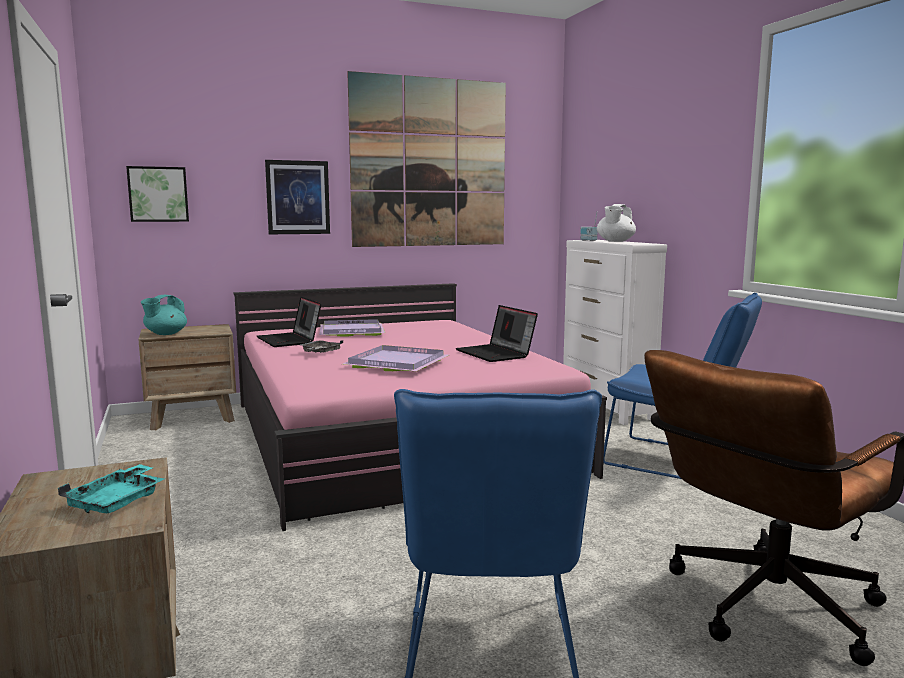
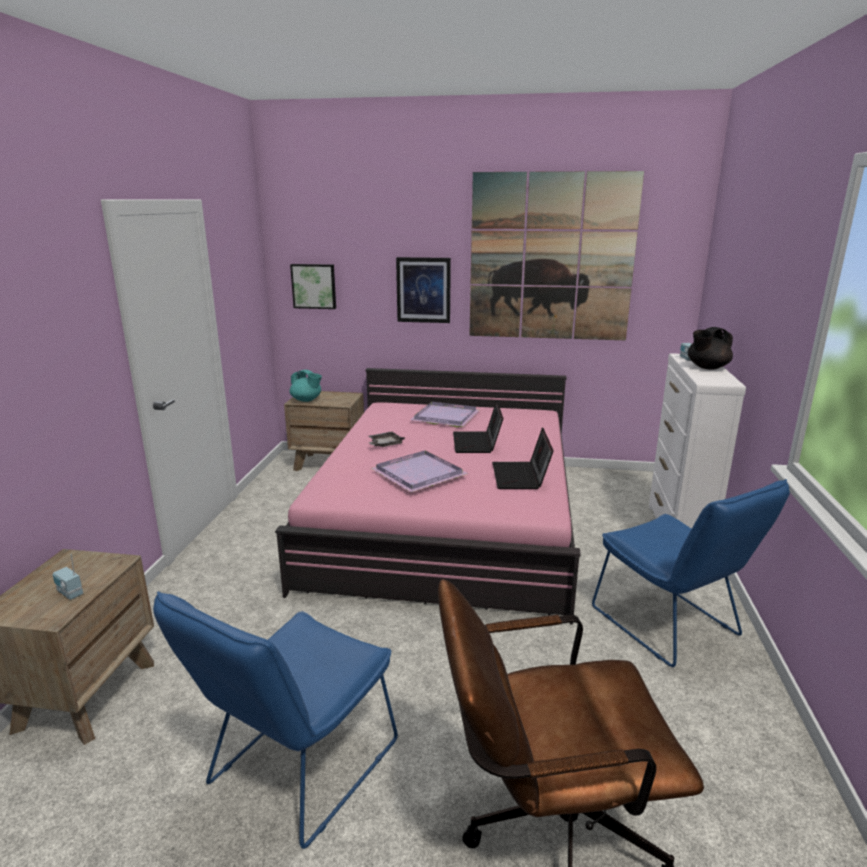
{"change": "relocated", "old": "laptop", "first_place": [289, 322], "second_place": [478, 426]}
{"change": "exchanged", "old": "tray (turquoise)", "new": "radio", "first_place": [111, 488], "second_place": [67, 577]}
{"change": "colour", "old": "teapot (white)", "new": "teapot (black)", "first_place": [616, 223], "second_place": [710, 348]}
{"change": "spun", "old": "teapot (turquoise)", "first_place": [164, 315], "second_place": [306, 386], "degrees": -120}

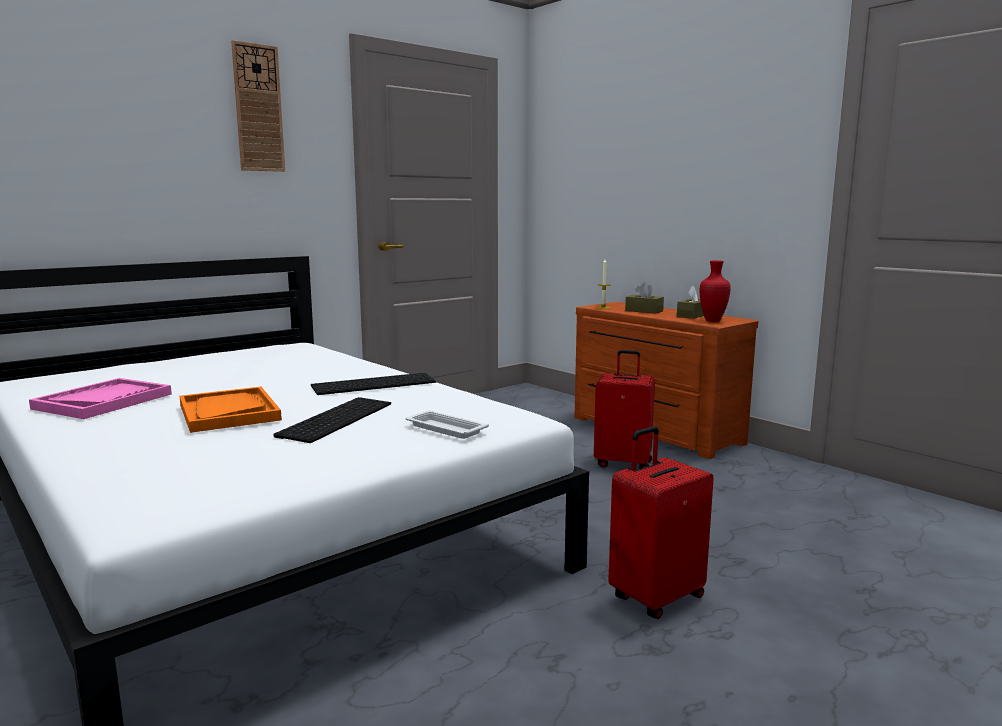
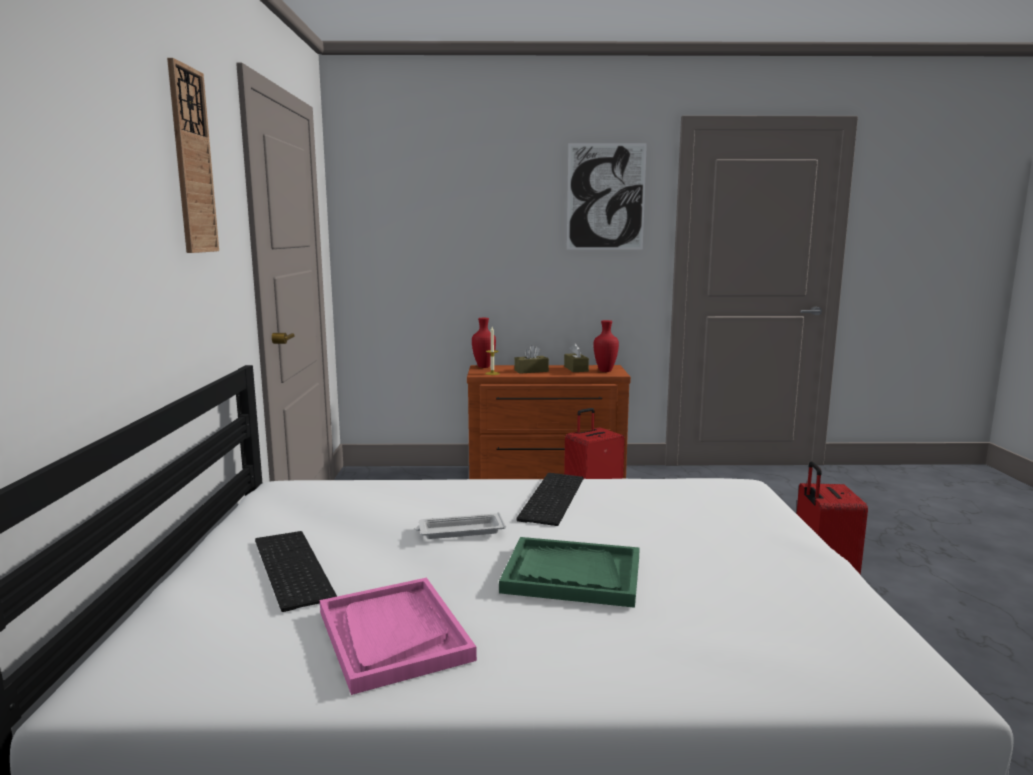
{"change": "appeared", "new": "vase (red)", "second_place": [484, 343]}
{"change": "appeared", "new": "picture", "second_place": [607, 196]}
{"change": "relocated", "old": "keyboard", "first_place": [332, 420], "second_place": [296, 571]}
{"change": "relocated", "old": "tray (white)", "first_place": [447, 425], "second_place": [460, 525]}
{"change": "colour", "old": "tray (orange)", "new": "tray (green)", "first_place": [230, 410], "second_place": [569, 572]}

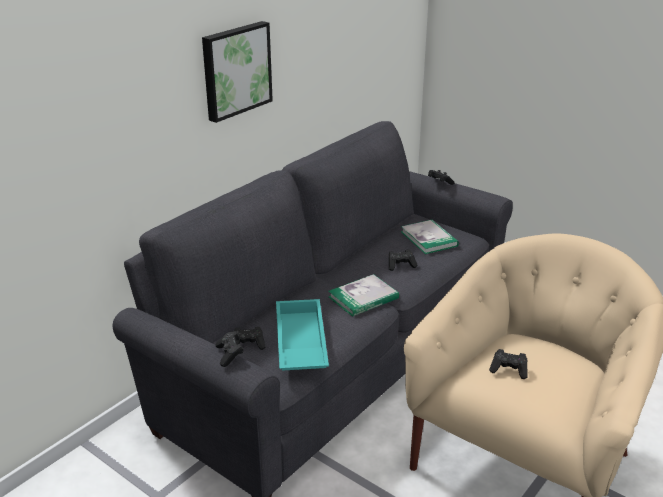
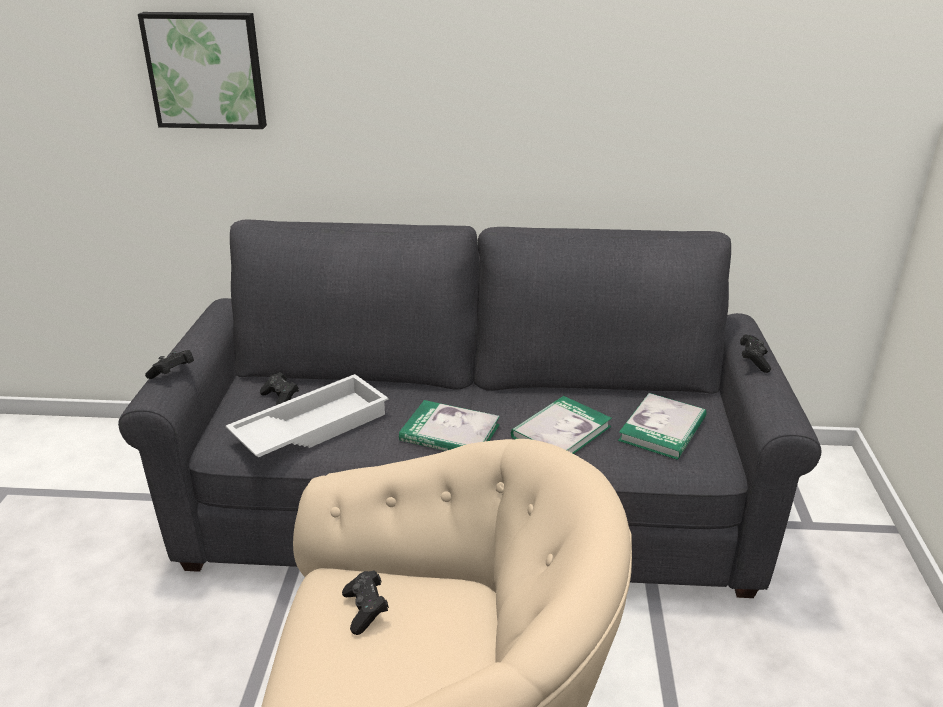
{"change": "relocated", "old": "picture", "first_place": [237, 72], "second_place": [202, 70]}
{"change": "exchanged", "old": "game controller (black)", "new": "book", "first_place": [403, 260], "second_place": [561, 425]}
{"change": "colour", "old": "tray (turquoise)", "new": "tray (white)", "first_place": [302, 335], "second_place": [307, 415]}

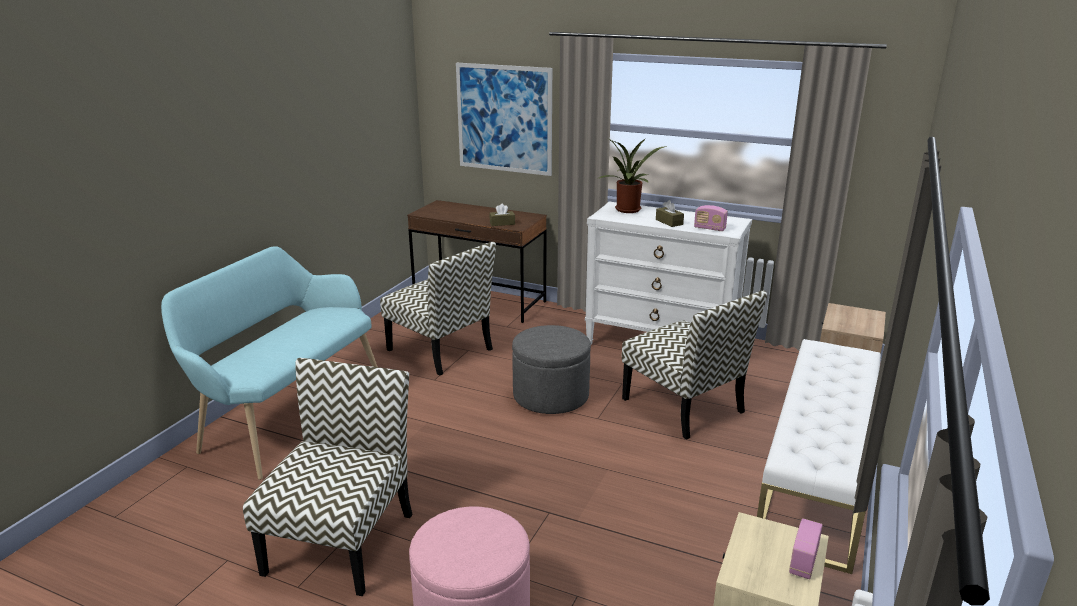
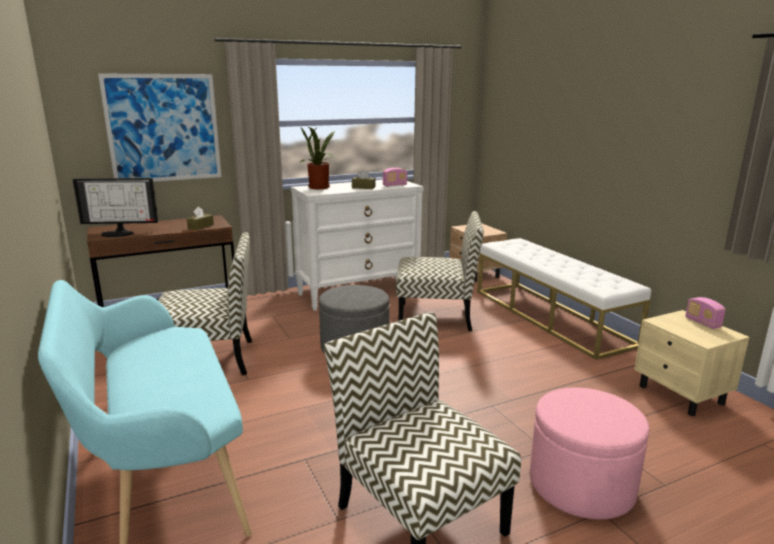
{"change": "appeared", "new": "monitor", "second_place": [115, 207]}

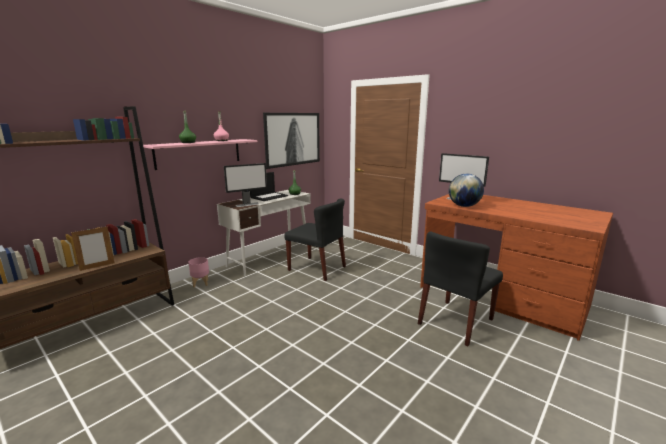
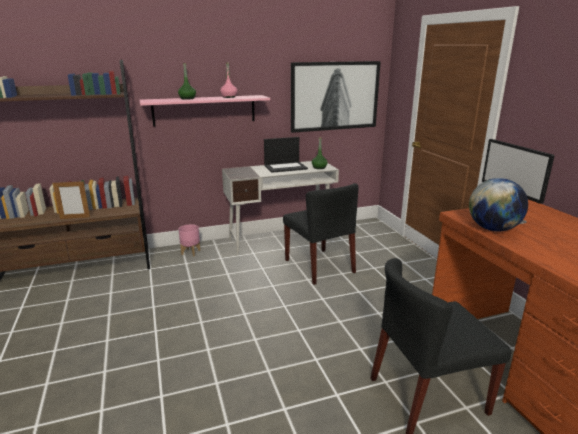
{"change": "missing", "old": "monitor", "first_place": [245, 185]}

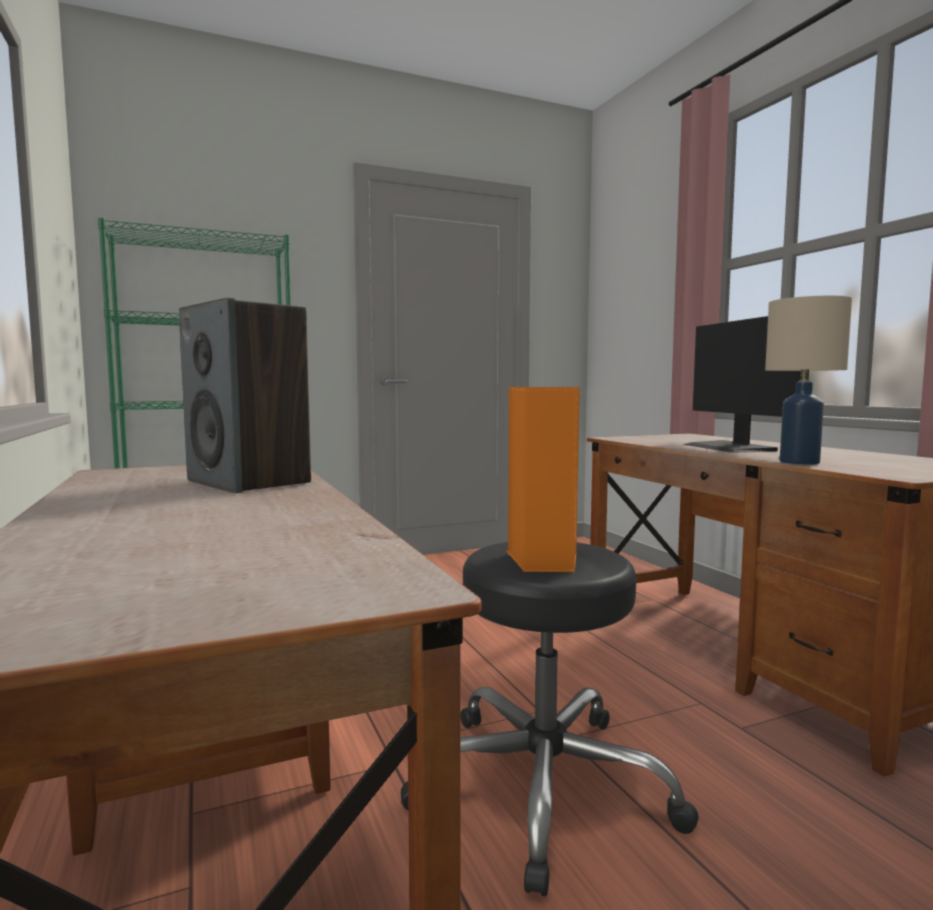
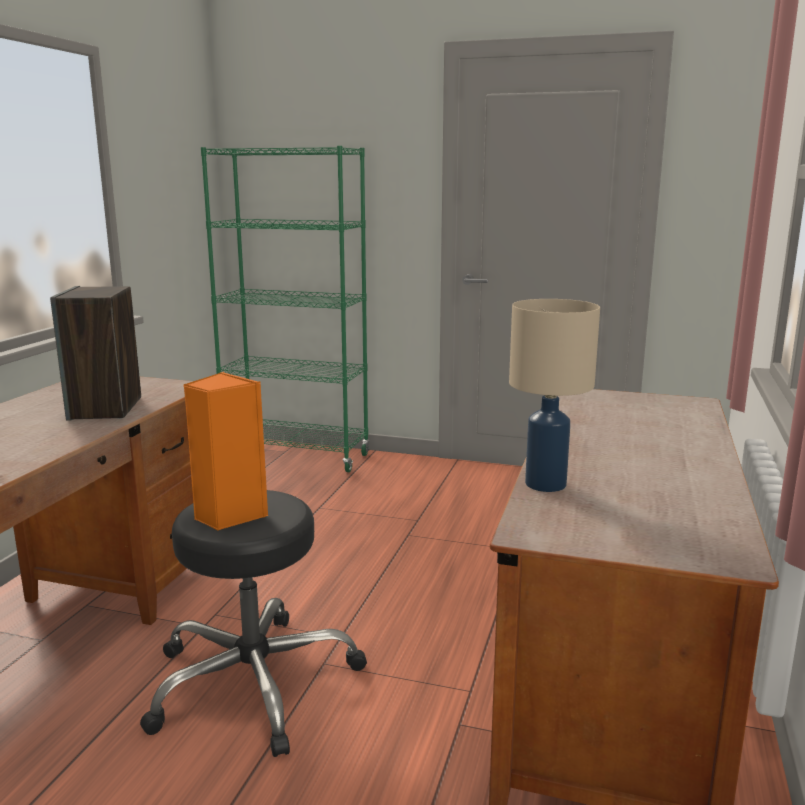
{"change": "missing", "old": "monitor", "first_place": [742, 384]}

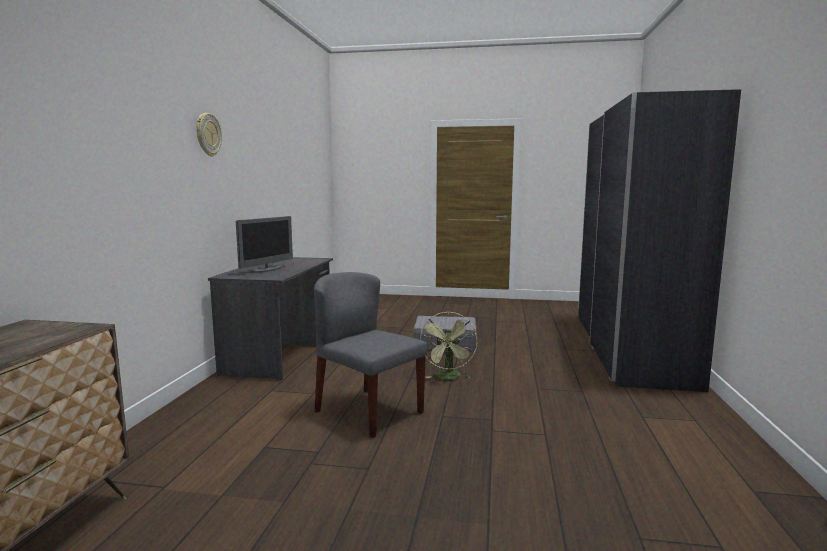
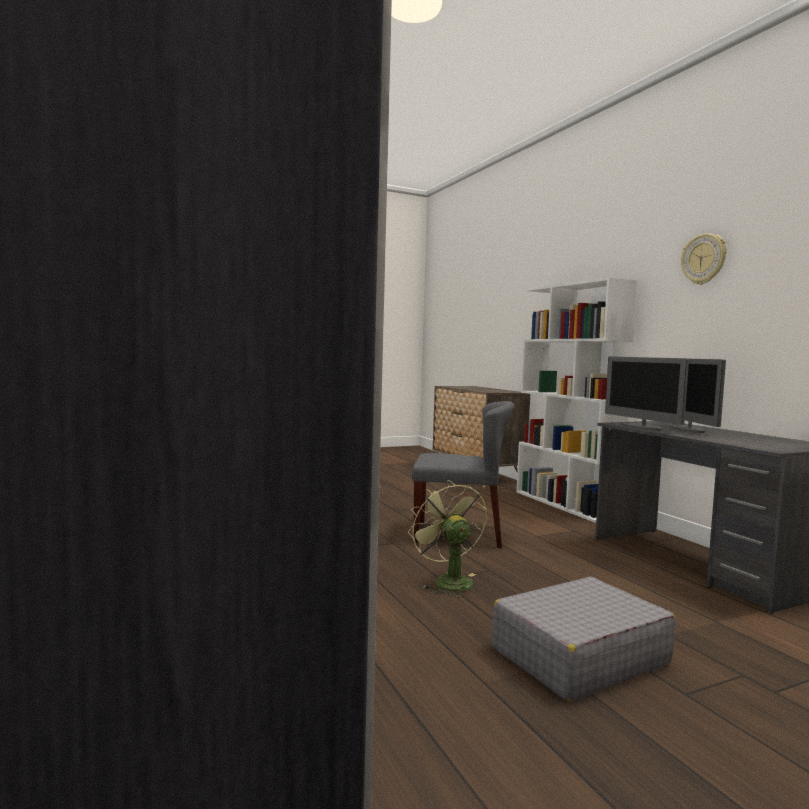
{"change": "appeared", "new": "bookcase (white)", "second_place": [576, 400]}
{"change": "appeared", "new": "monitor", "second_place": [647, 393]}

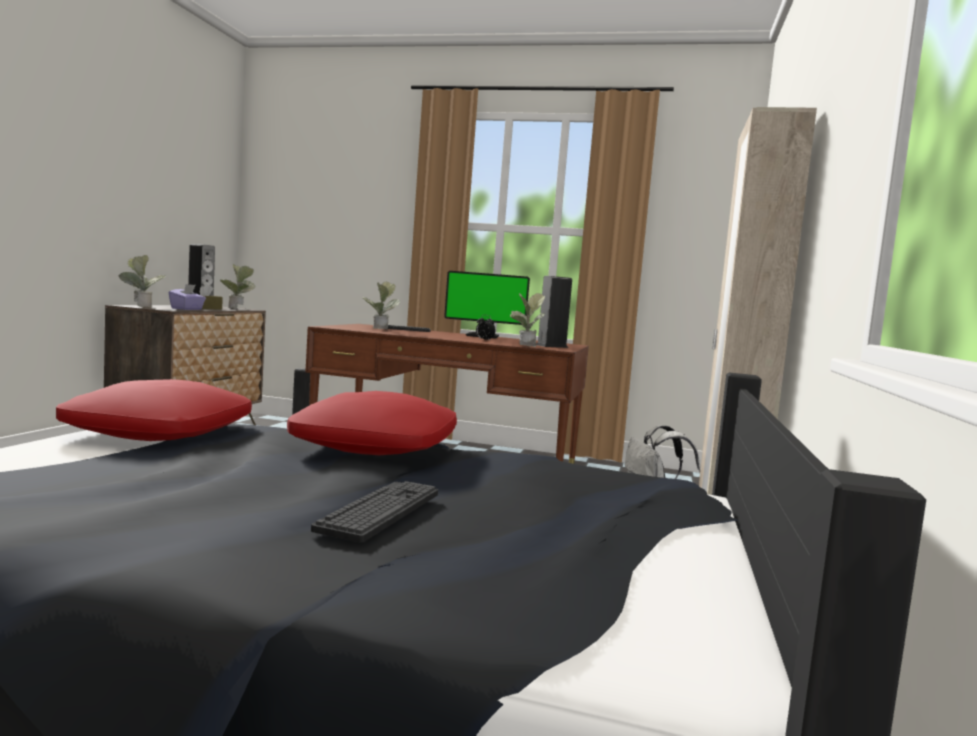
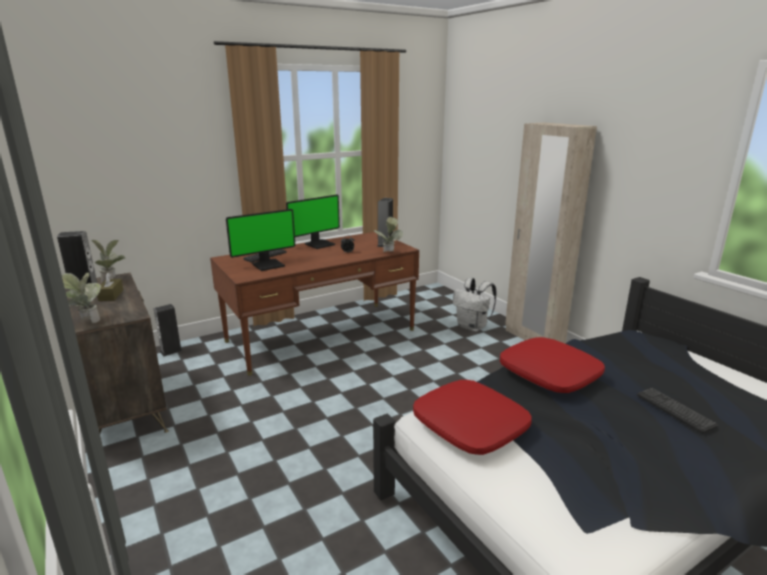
{"change": "missing", "old": "tissue box (purple)", "first_place": [187, 297]}
{"change": "exchanged", "old": "potted plant", "new": "monitor", "first_place": [381, 306], "second_place": [260, 240]}

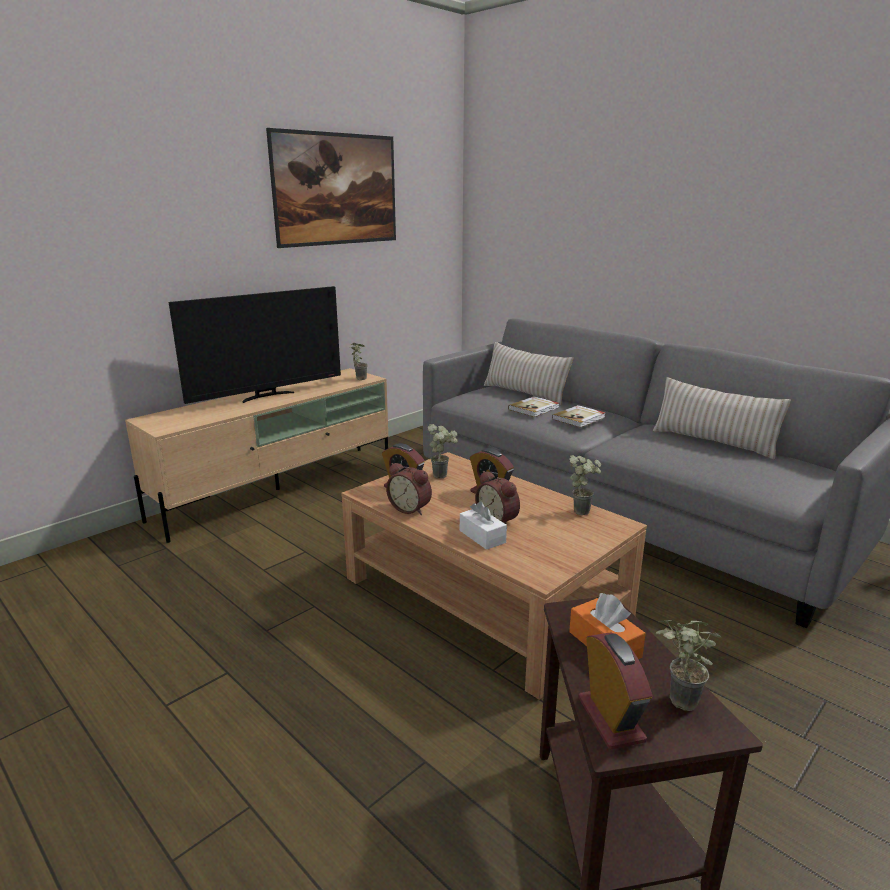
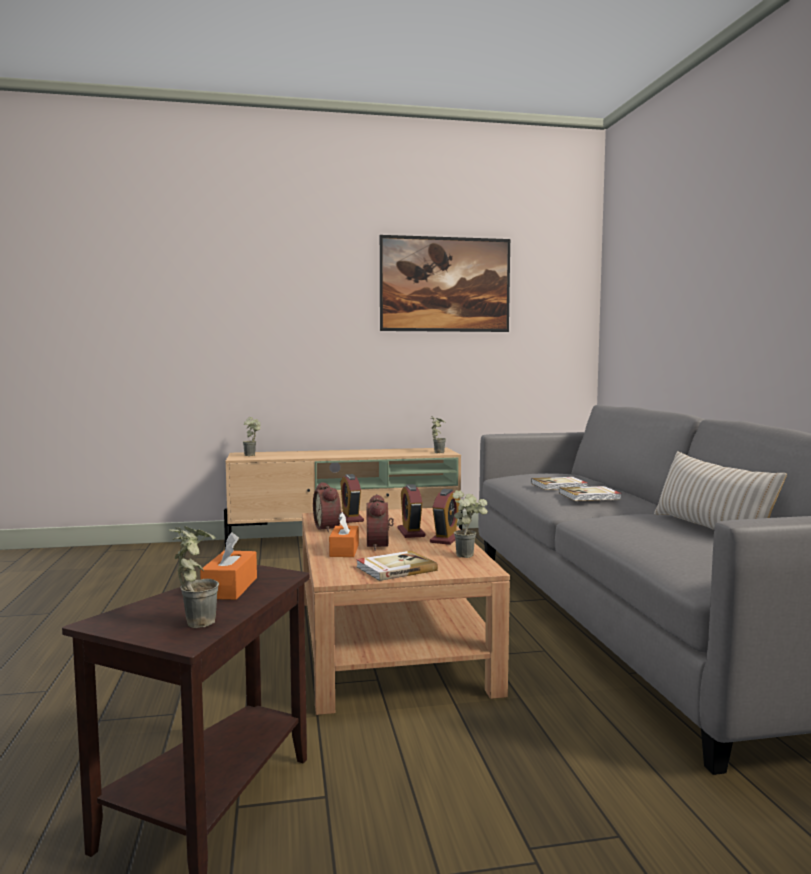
{"change": "missing", "old": "television", "first_place": [255, 345]}
{"change": "missing", "old": "pillow (beige)", "first_place": [529, 374]}
{"change": "appeared", "new": "book", "second_place": [397, 566]}
{"change": "relocated", "old": "potted plant", "first_place": [443, 451], "second_place": [252, 436]}
{"change": "relocated", "old": "alarm clock", "first_place": [615, 690], "second_place": [445, 517]}
{"change": "colour", "old": "tissue box (white)", "new": "tissue box (orange)", "first_place": [483, 525], "second_place": [344, 534]}

